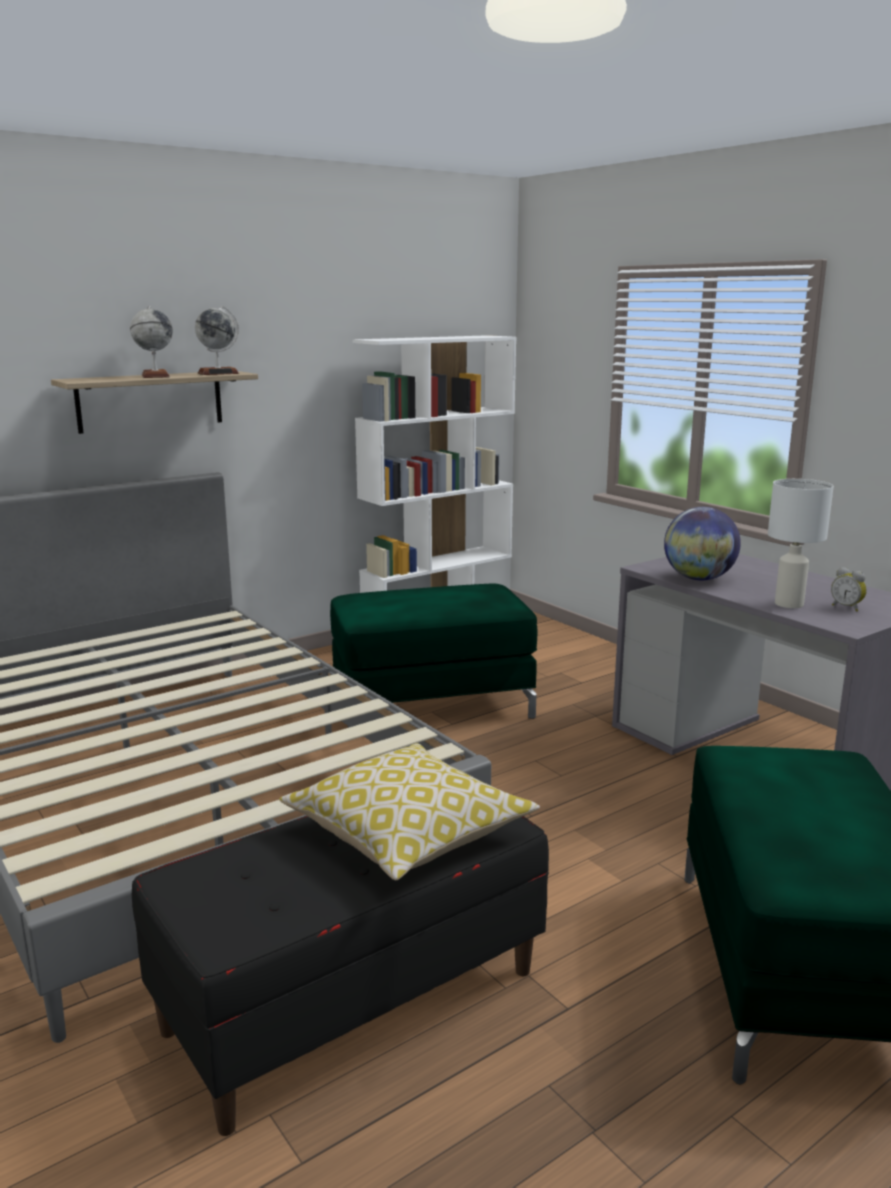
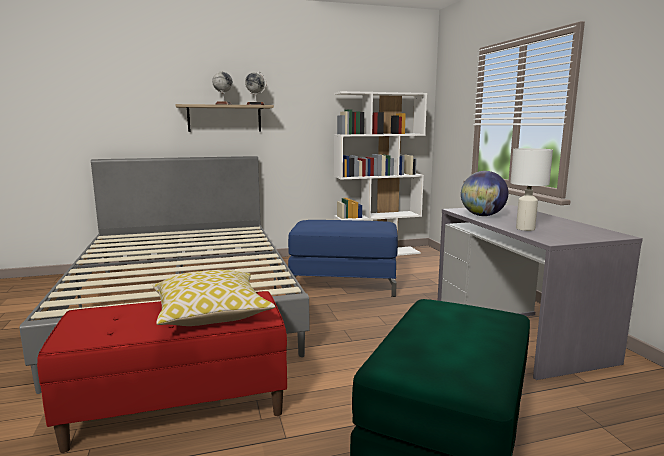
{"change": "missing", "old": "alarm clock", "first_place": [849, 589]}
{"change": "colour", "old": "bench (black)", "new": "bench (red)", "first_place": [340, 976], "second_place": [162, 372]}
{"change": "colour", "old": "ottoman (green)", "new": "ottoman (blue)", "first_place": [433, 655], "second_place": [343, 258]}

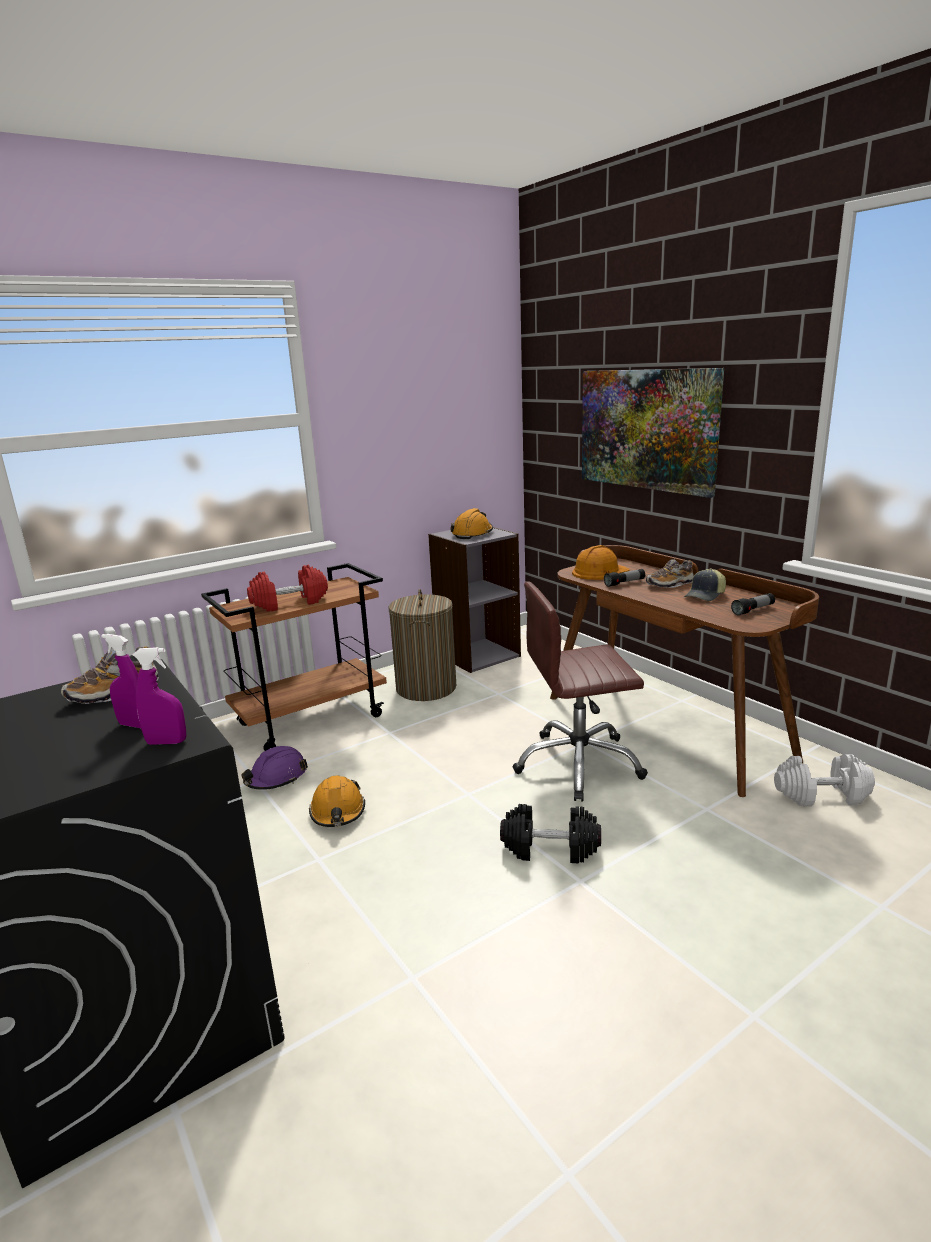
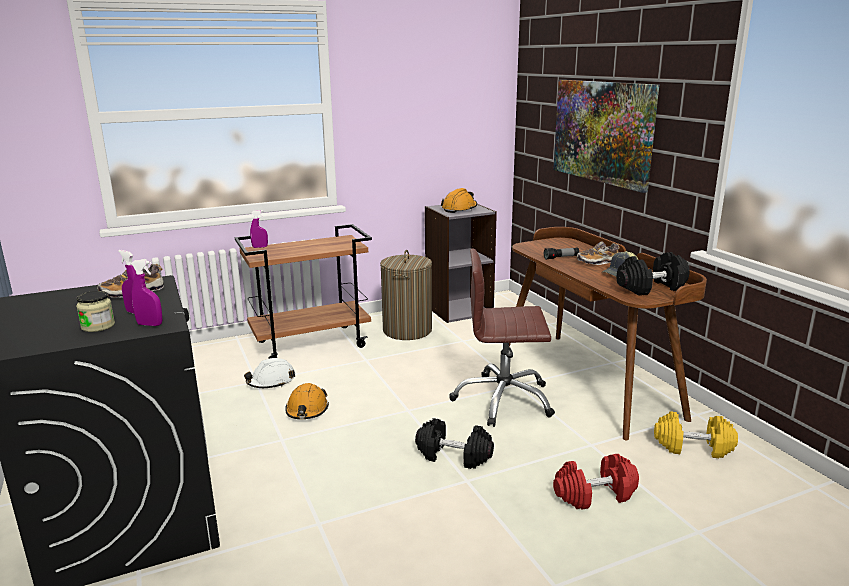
{"change": "missing", "old": "hard hat (orange)", "first_place": [601, 562]}
{"change": "appeared", "new": "jar", "second_place": [95, 311]}
{"change": "appeared", "new": "spray bottle (purple)", "second_place": [259, 229]}
{"change": "relocated", "old": "dumbbell (red)", "first_place": [287, 588], "second_place": [596, 482]}
{"change": "exchanged", "old": "flashlight", "new": "dumbbell (black)", "first_place": [753, 604], "second_place": [653, 274]}
{"change": "colour", "old": "hard hat (purple)", "new": "hard hat (white)", "first_place": [274, 768], "second_place": [269, 373]}
{"change": "colour", "old": "dumbbell (white)", "new": "dumbbell (yellow)", "first_place": [824, 780], "second_place": [696, 434]}

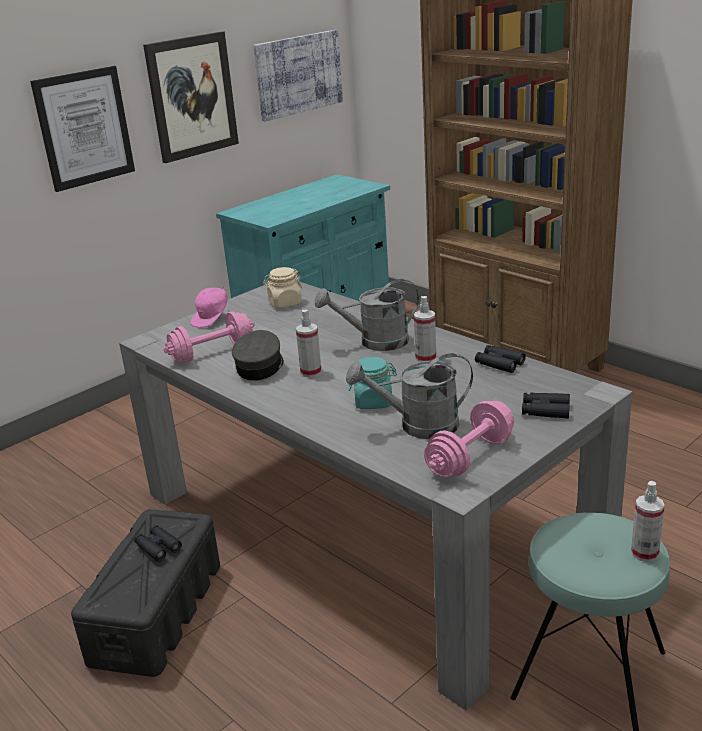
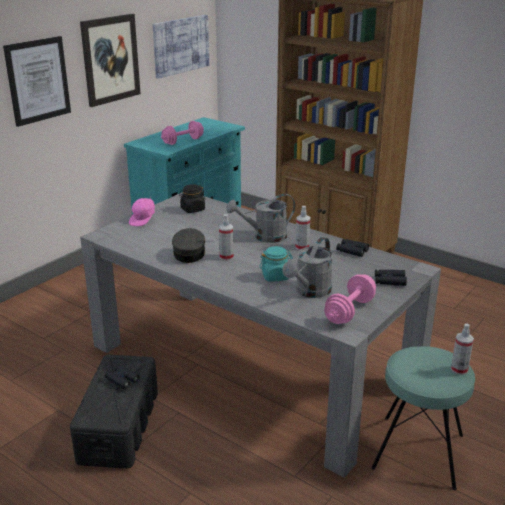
{"change": "relocated", "old": "dumbbell (pink)", "first_place": [209, 337], "second_place": [182, 133]}
{"change": "colour", "old": "jar (beige)", "new": "jar (black)", "first_place": [282, 287], "second_place": [192, 198]}
{"change": "spun", "old": "watering can (grey)", "first_place": [409, 396], "second_place": [307, 267], "degrees": -45}

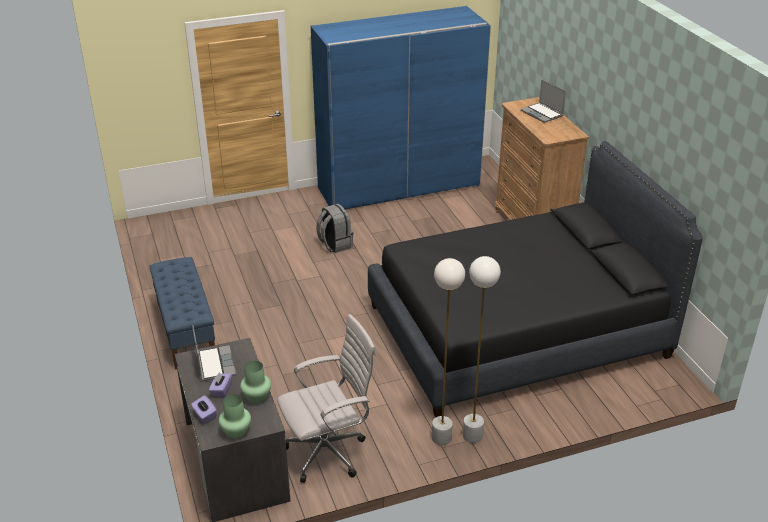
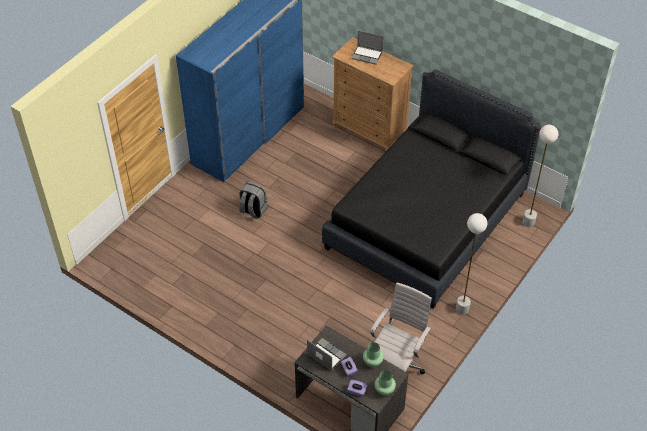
{"change": "missing", "old": "bench (blue)", "first_place": [182, 313]}
{"change": "relocated", "old": "floor lamp (white)", "first_place": [448, 351], "second_place": [540, 176]}

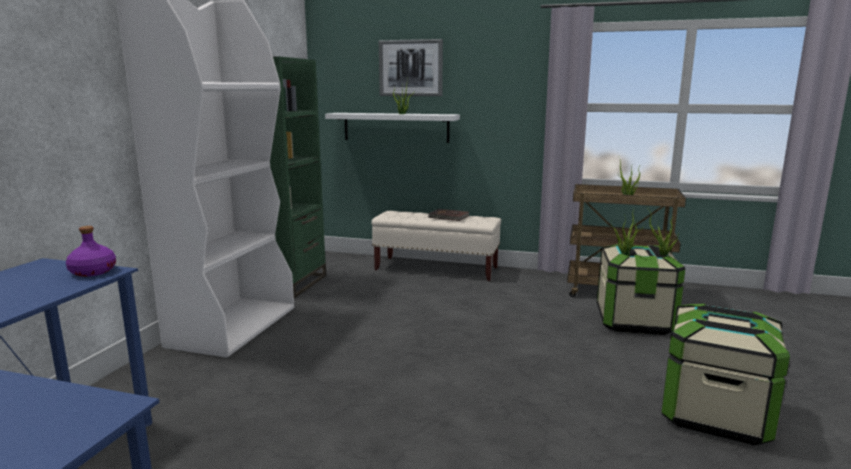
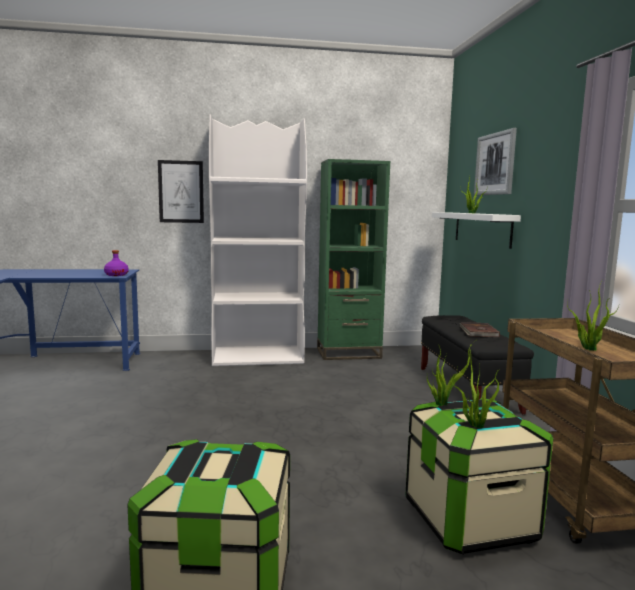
{"change": "appeared", "new": "picture", "second_place": [181, 191]}
{"change": "colour", "old": "bench (beige)", "new": "bench (black)", "first_place": [436, 246], "second_place": [477, 365]}

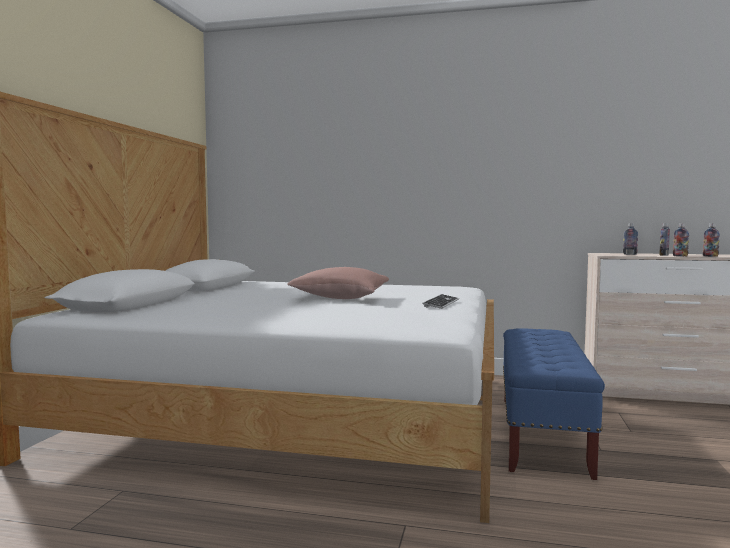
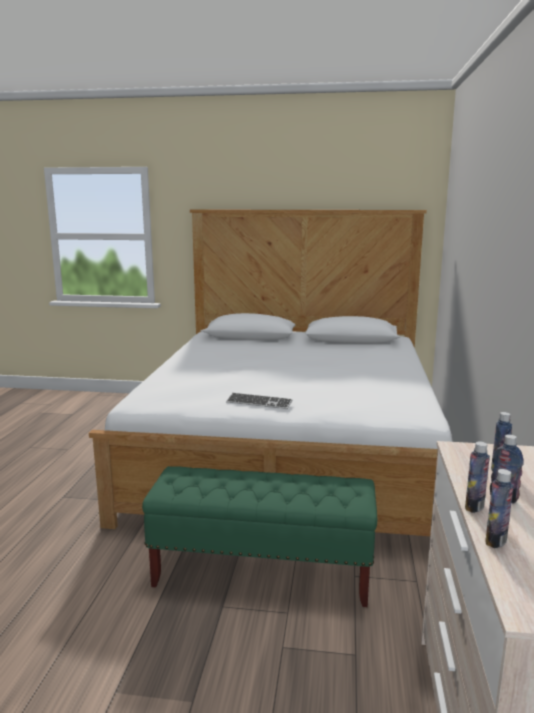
{"change": "missing", "old": "pillow (pink)", "first_place": [338, 283]}
{"change": "colour", "old": "bench (blue)", "new": "bench (green)", "first_place": [554, 404], "second_place": [259, 536]}

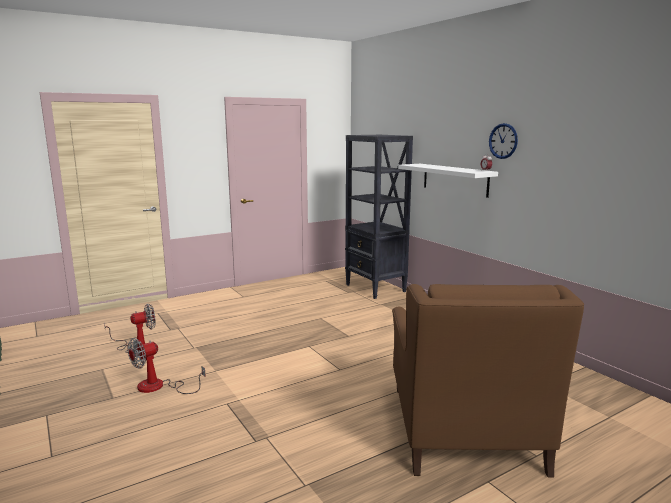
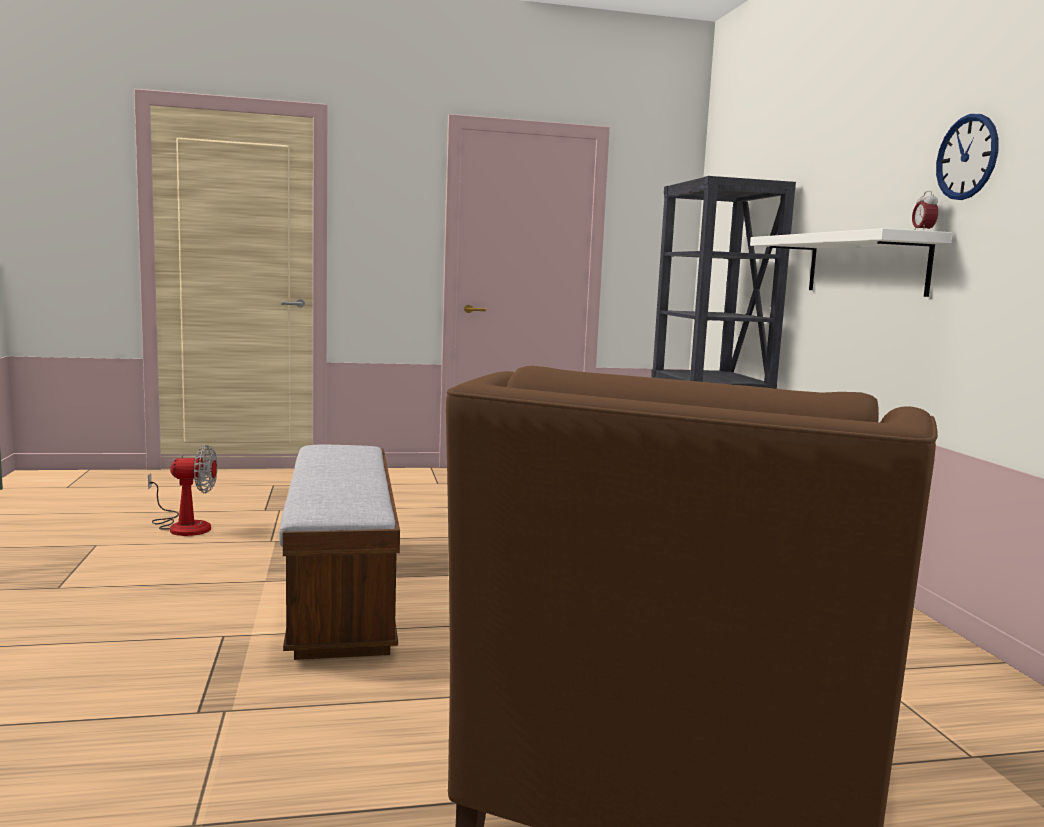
{"change": "missing", "old": "fan", "first_place": [166, 366]}
{"change": "appeared", "new": "bench", "second_place": [339, 552]}

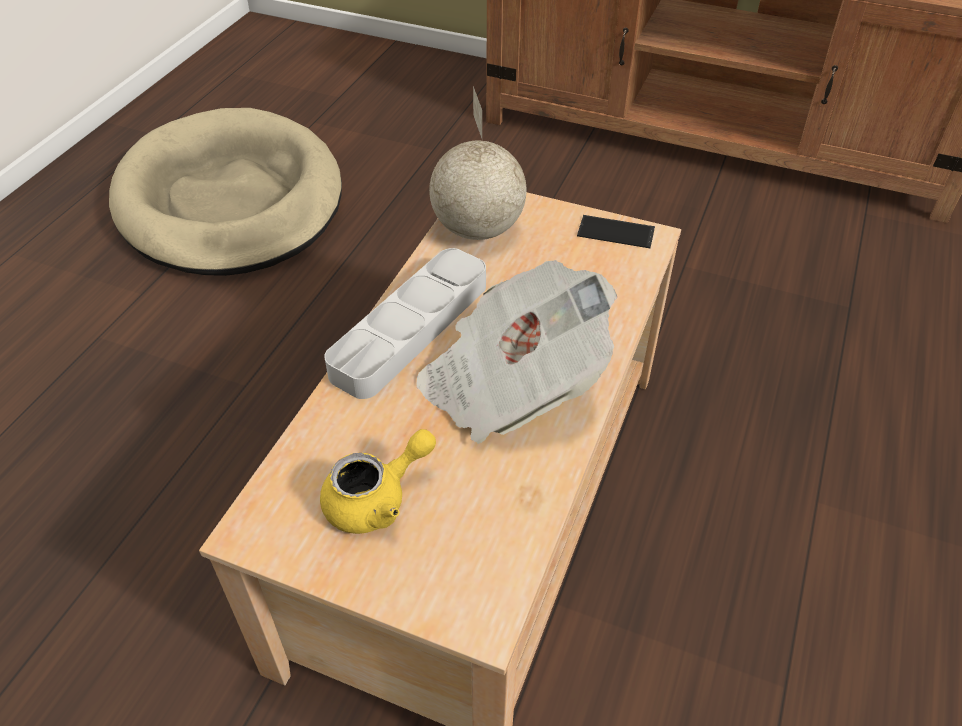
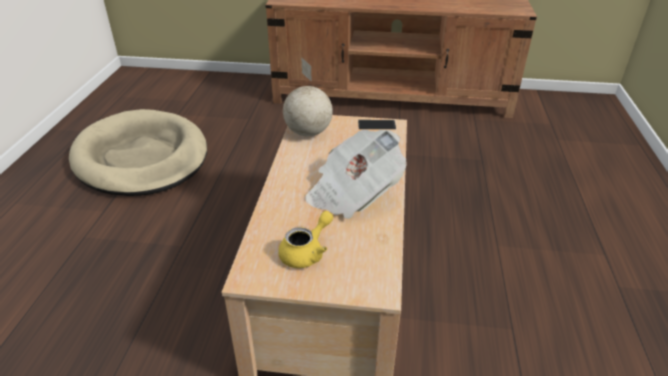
{"change": "missing", "old": "tray (grey)", "first_place": [405, 323]}

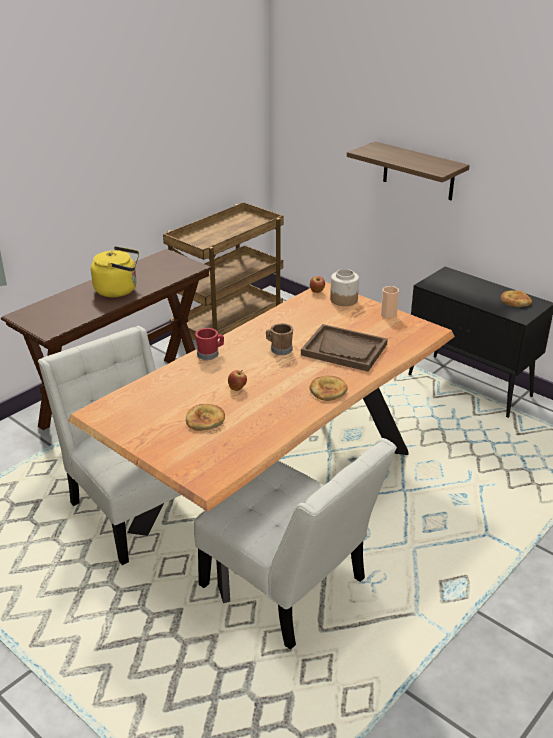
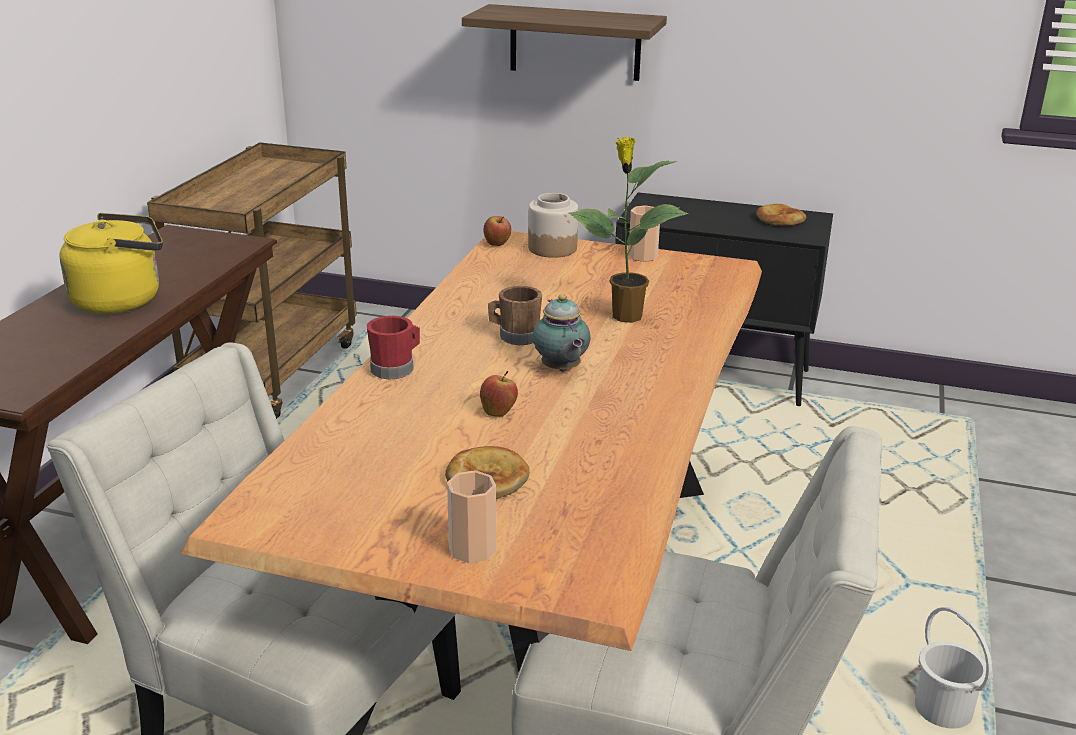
{"change": "missing", "old": "bread", "first_place": [328, 388]}
{"change": "appeared", "new": "cup", "second_place": [471, 516]}
{"change": "appeared", "new": "teapot", "second_place": [562, 333]}
{"change": "appeared", "new": "bucket (white)", "second_place": [953, 668]}
{"change": "exchanged", "old": "tray (brown)", "new": "potted plant", "first_place": [344, 348], "second_place": [628, 229]}

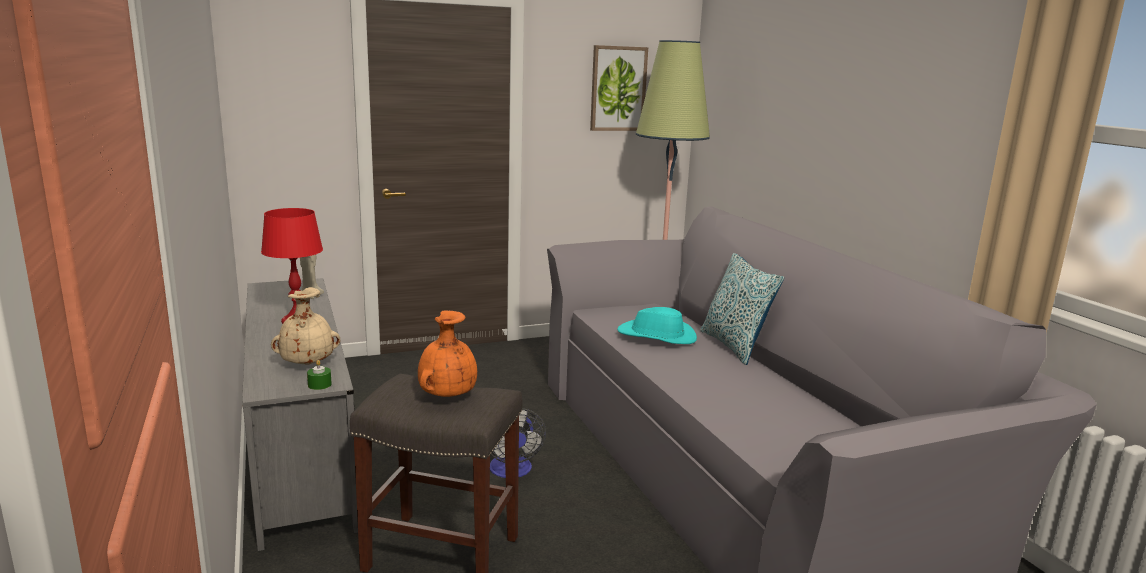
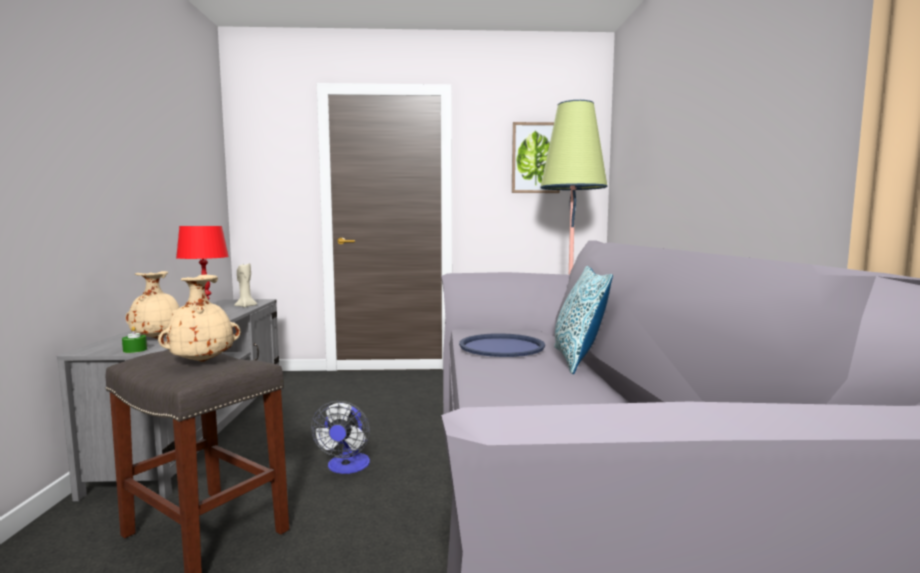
{"change": "exchanged", "old": "hat (turquoise)", "new": "tray (blue)", "first_place": [657, 325], "second_place": [502, 345]}
{"change": "colour", "old": "vase (orange)", "new": "vase (beige)", "first_place": [447, 353], "second_place": [199, 318]}

